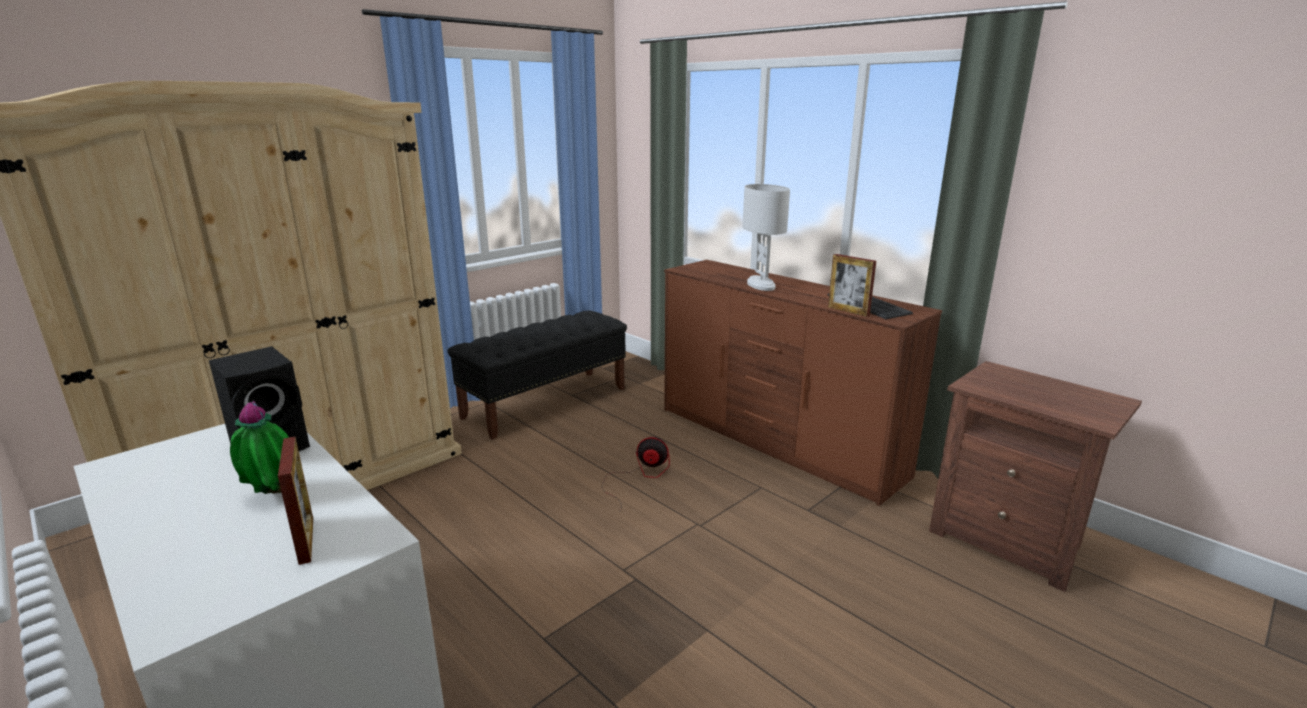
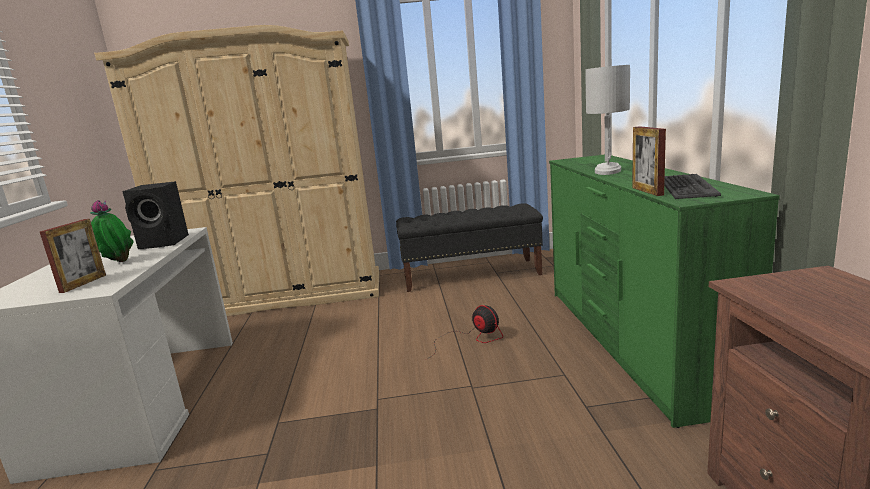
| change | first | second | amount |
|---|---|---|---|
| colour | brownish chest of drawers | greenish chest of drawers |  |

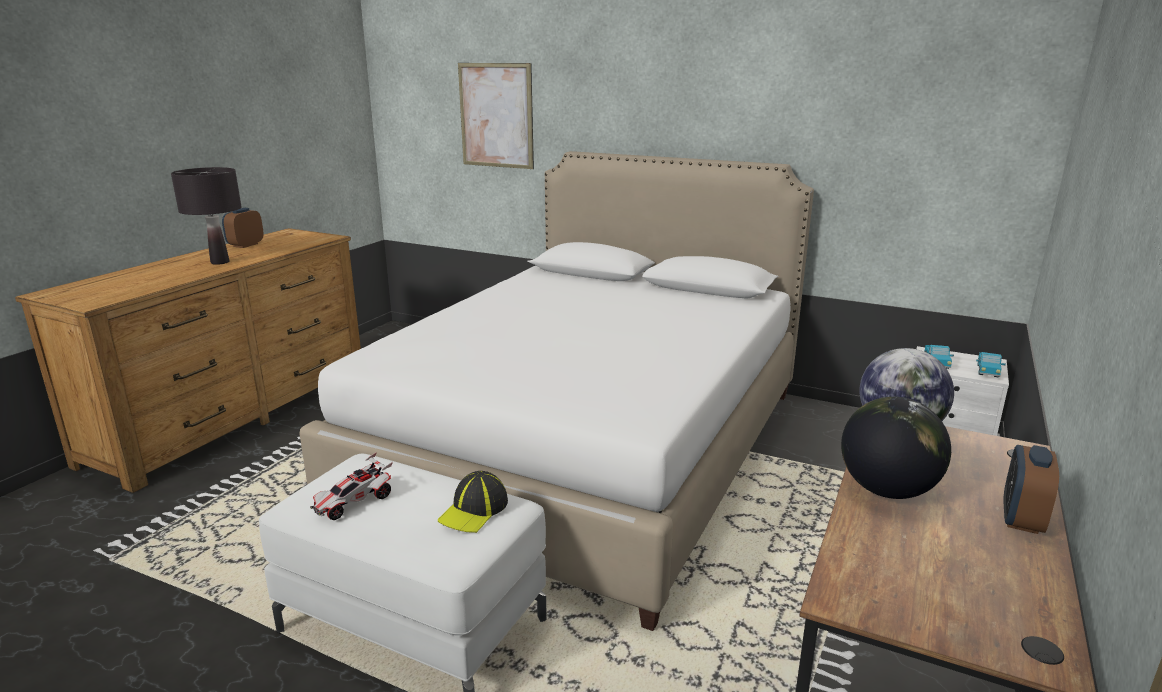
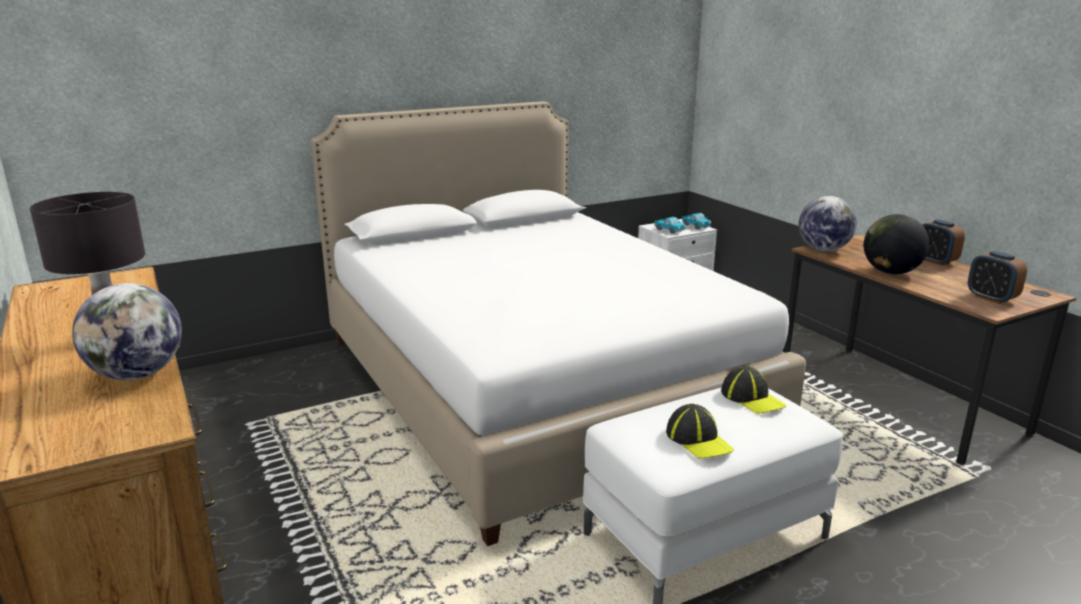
| change | first | second | amount |
|---|---|---|---|
| relocated | table clock (no. 1 from left in the first image) | table clock (no. 2 from left) |  |
| exchanged | toy car | cap (no. 1 from left) |  |
| missing | wall art |  |  |
| appeared |  | desk globe (no. 1 from left) |  |

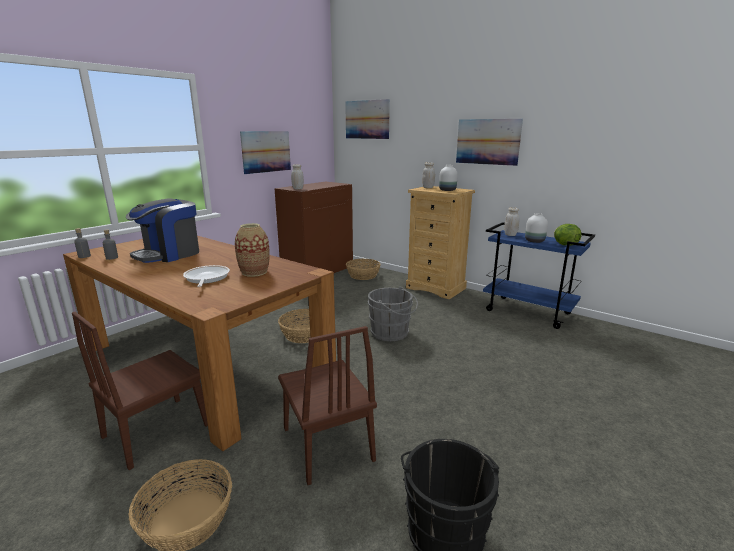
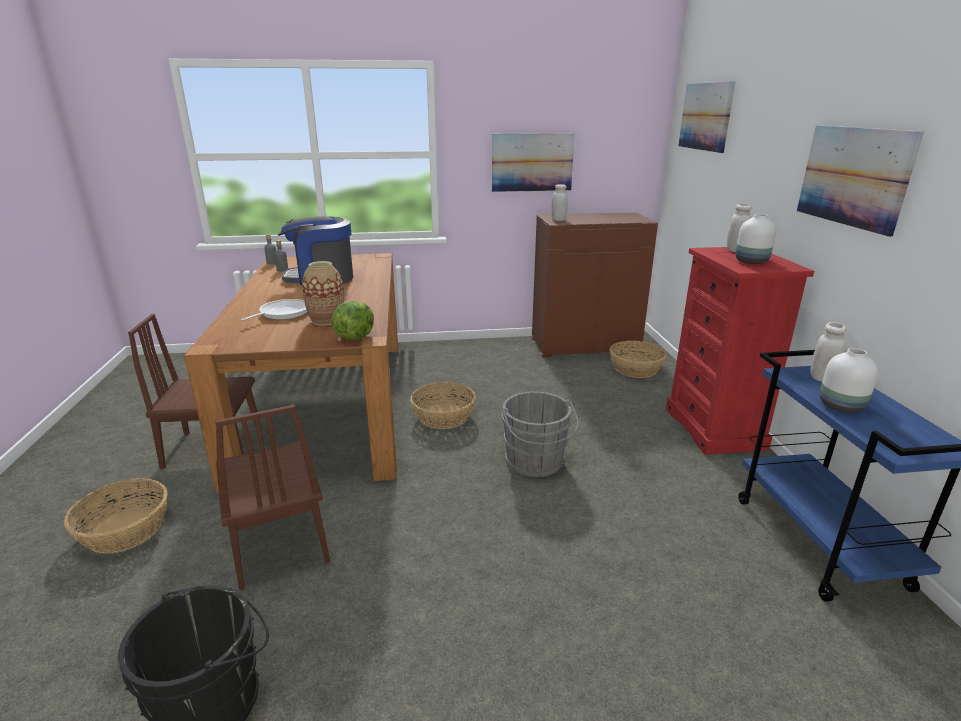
| change | first | second | amount |
|---|---|---|---|
| spun | brownish plain chair (no. 2 from left) |  | 45 degrees counterclockwise |
| colour | beige-coloured chest of drawers | reddish chest of drawers |  |
| relocated | head of lettuce |  |  |

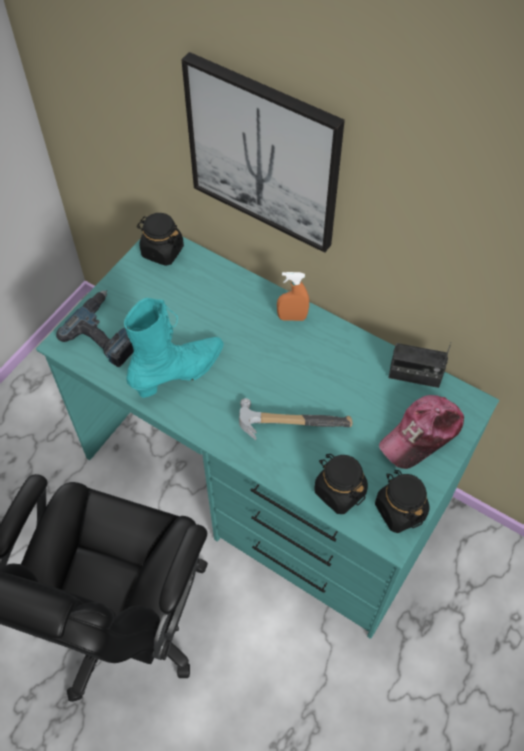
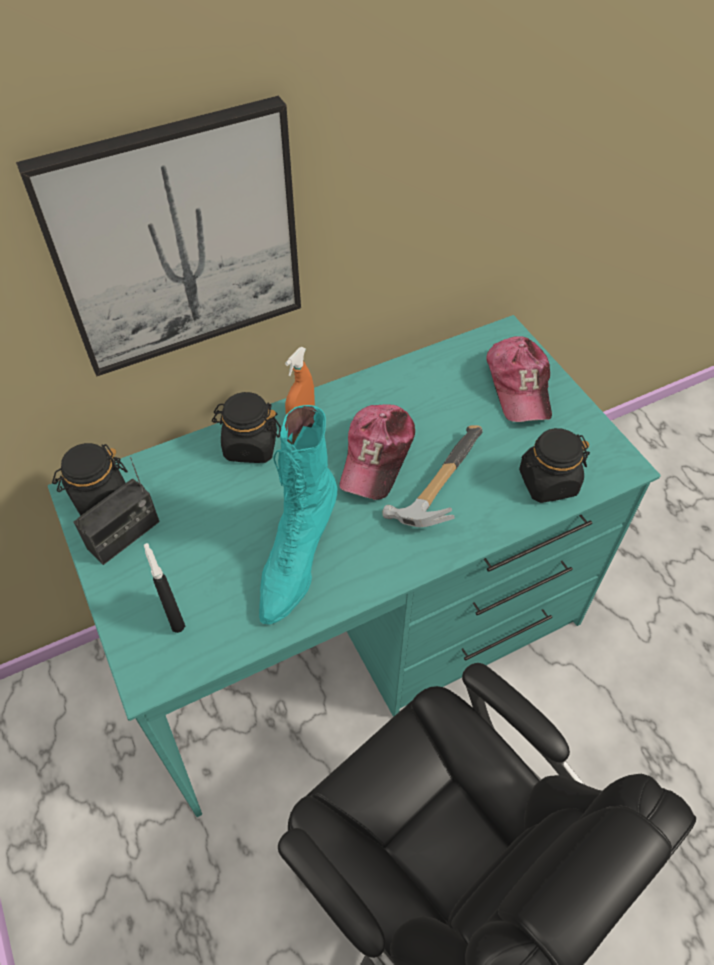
| change | first | second | amount |
|---|---|---|---|
| exchanged | drill | black-coloured spray bottle |  |
| spun | blue-green boot |  | 150 degrees counterclockwise |
| relocated | black-coloured storage jar (no. 3 from left in the first image) | black-coloured storage jar (no. 2 from left) |  |
| relocated | radio |  |  |
| appeared |  | cap (no. 1 from left) |  |

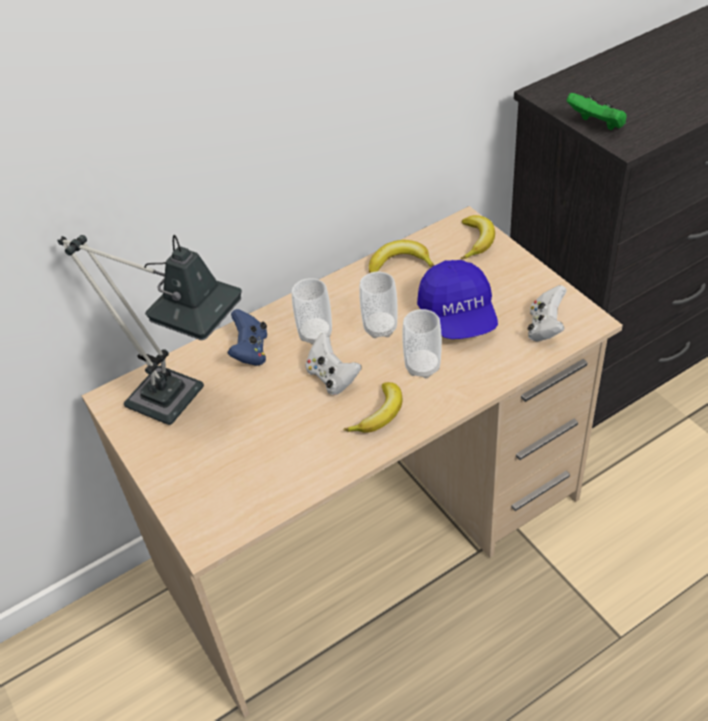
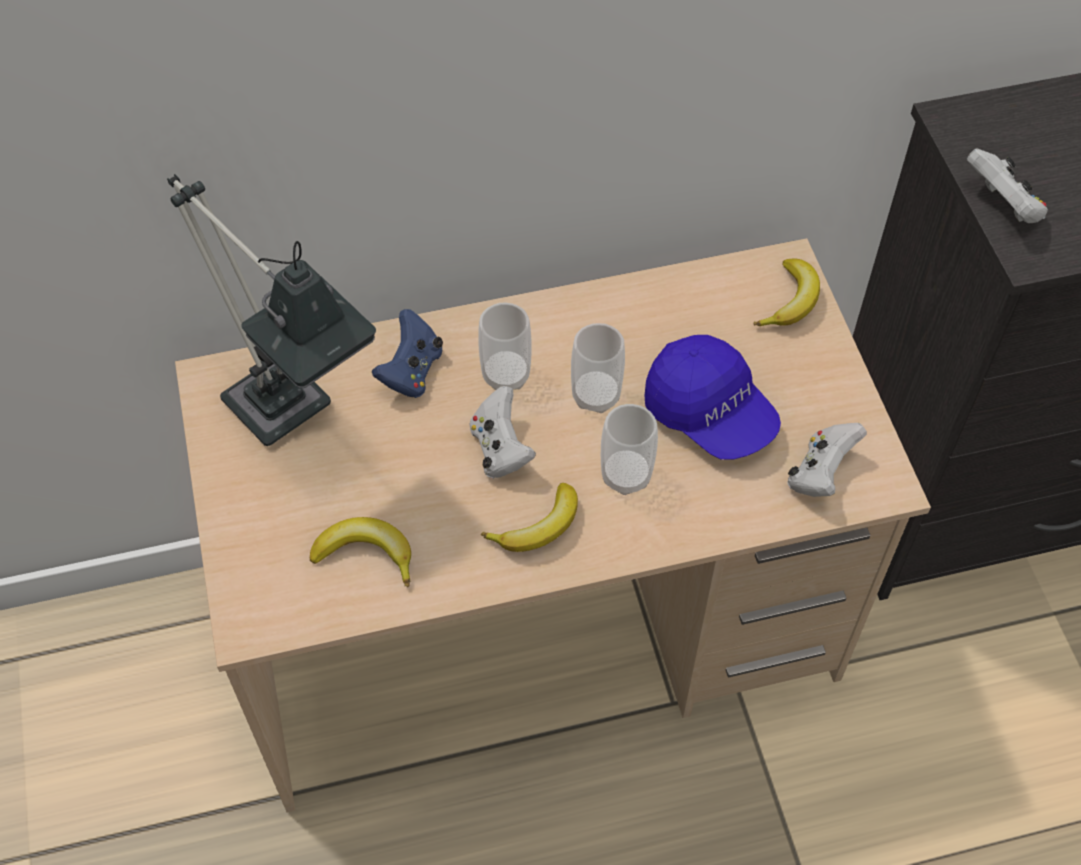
| change | first | second | amount |
|---|---|---|---|
| relocated | banana fruit (no. 2 from left in the first image) | banana fruit (no. 1 from left) |  |
| spun | bluish cap |  | 45 degrees counterclockwise |
| colour | greenish joypad | whitish joypad (no. 3 from left) |  |

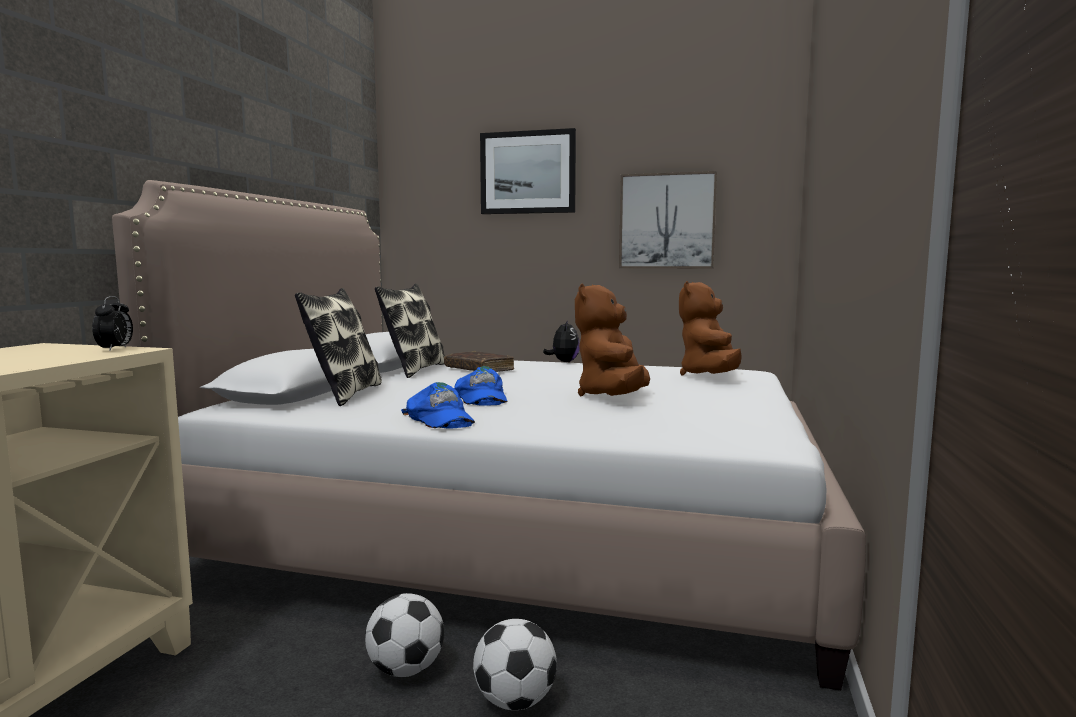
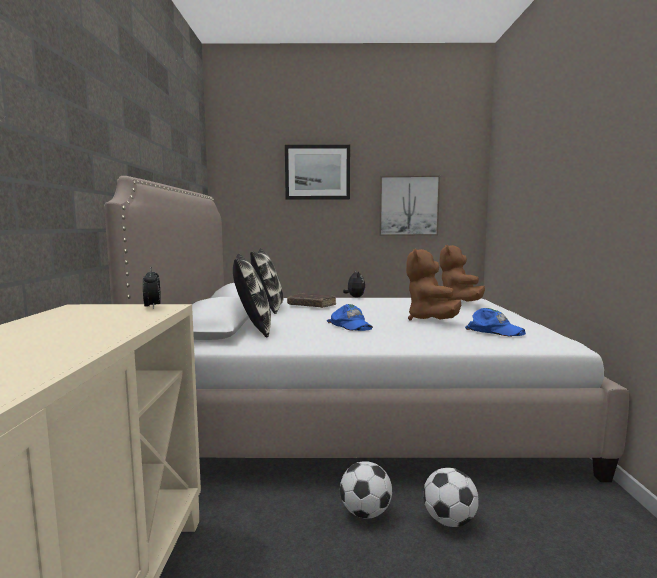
| change | first | second | amount |
|---|---|---|---|
| relocated | bluish cap (no. 1 from left in the first image) | bluish cap (no. 2 from left) |  |

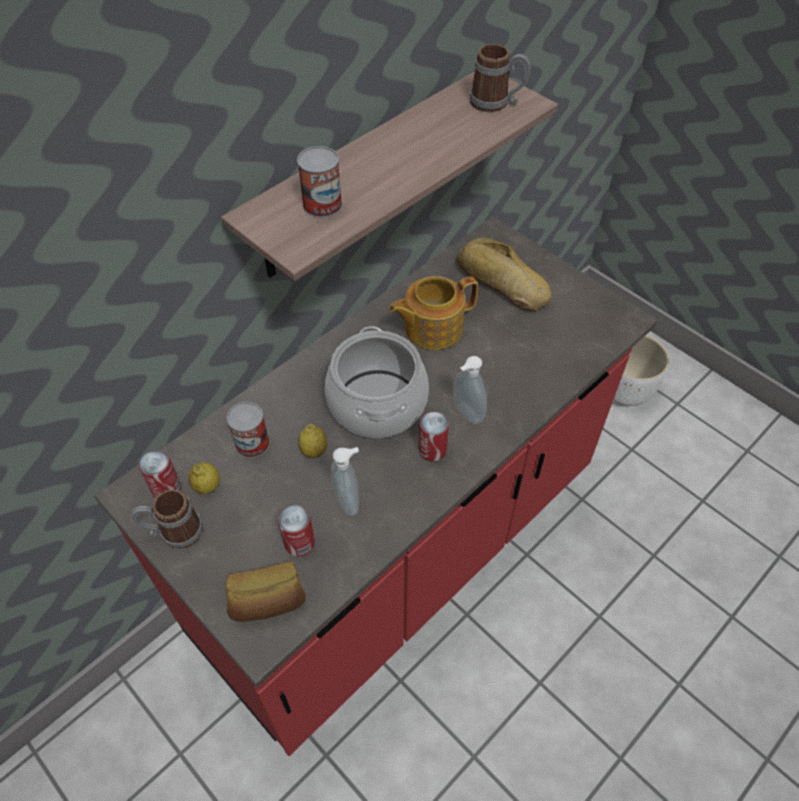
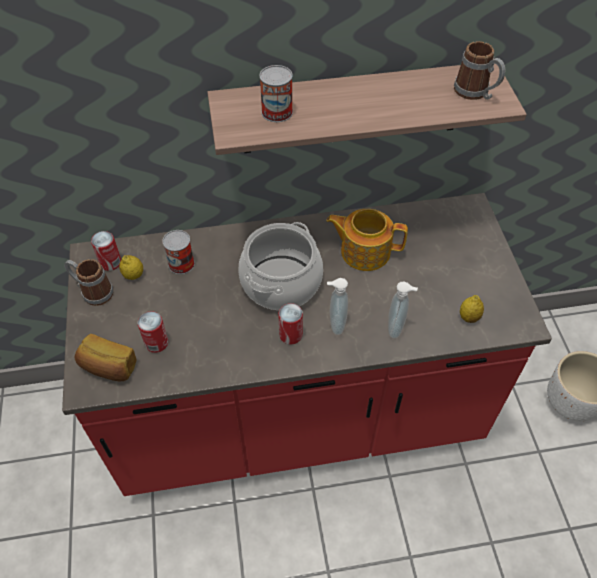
| change | first | second | amount |
|---|---|---|---|
| relocated | lemon (no. 2 from left) |  |  |
| relocated | soap bottle (no. 1 from left in the first image) | soap bottle (no. 2 from left) |  |
| missing | bread (no. 2 from left) |  |  |

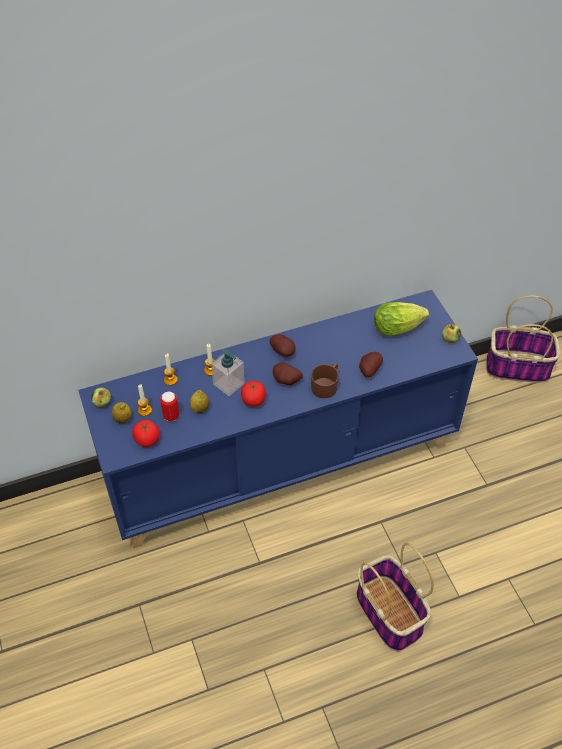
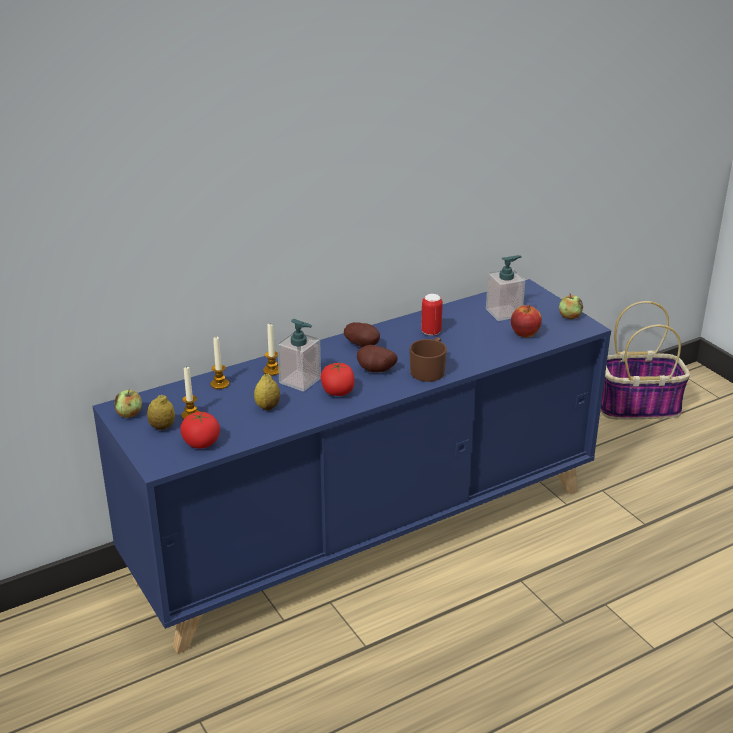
| change | first | second | amount |
|---|---|---|---|
| relocated | metal can |  |  |
| missing | basket (no. 1 from left) |  |  |
| missing | spud (no. 3 from left) |  |  |
| exchanged | head of lettuce | soap bottle (no. 2 from left) |  |
| appeared |  | whole apple (no. 2 from left) |  |

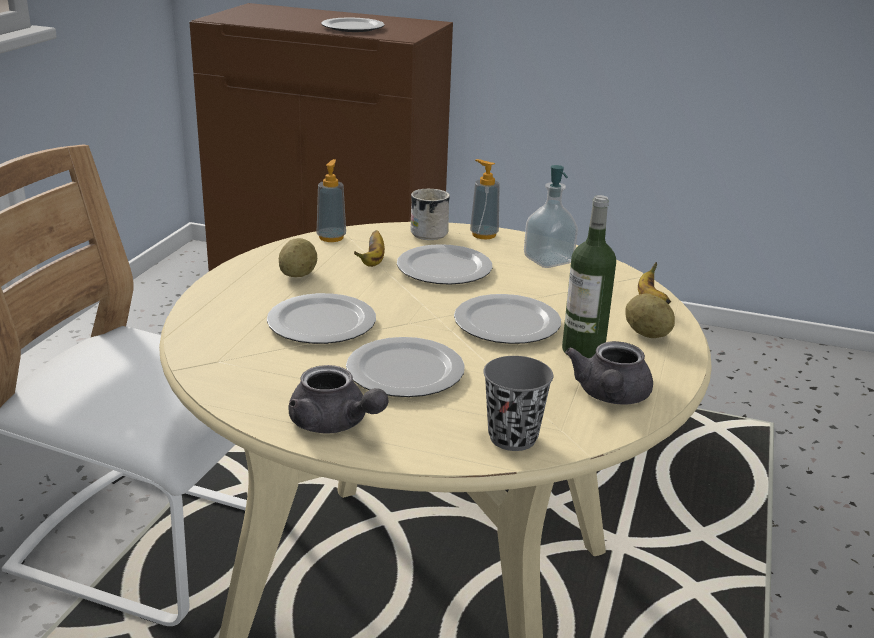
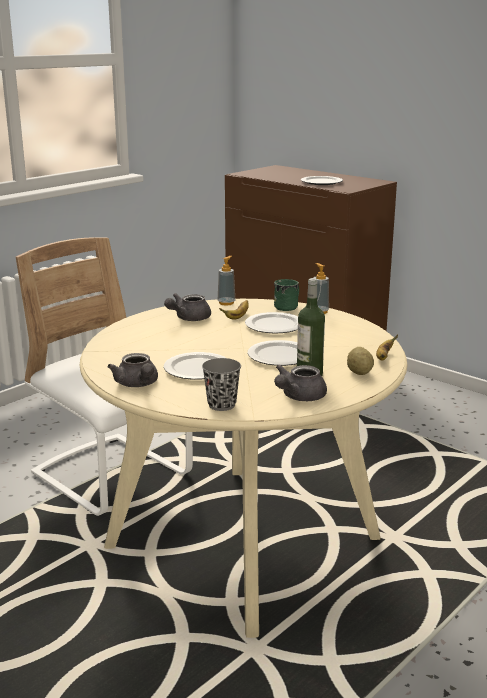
| change | first | second | amount |
|---|---|---|---|
| missing | flat dish (no. 1 from left) |  |  |
| exchanged | spud (no. 1 from left) | grey tea pot (no. 2 from left) |  |
| colour | whitish mug | greenish mug |  |
| missing | soap bottle (no. 3 from left) |  |  |

